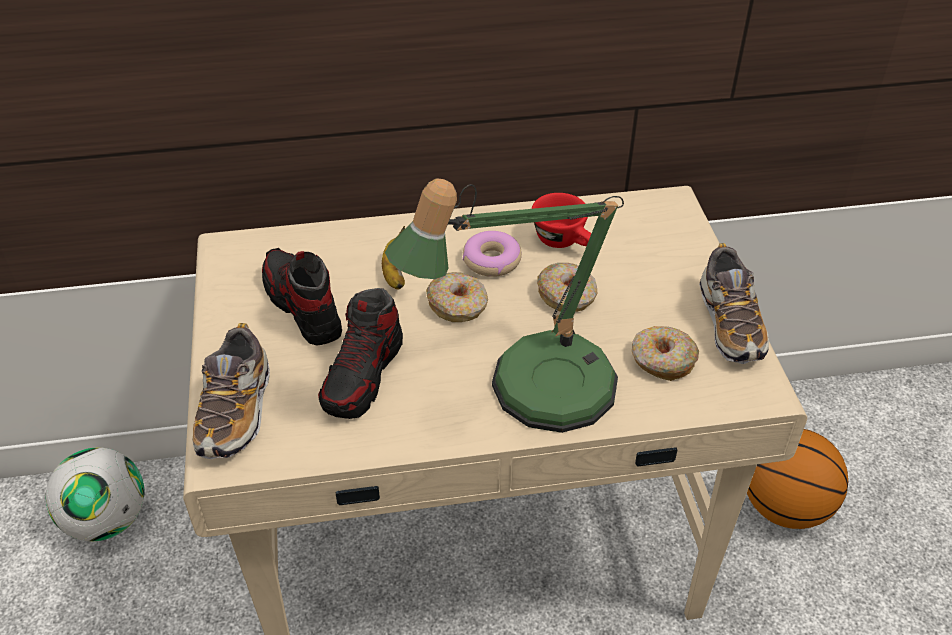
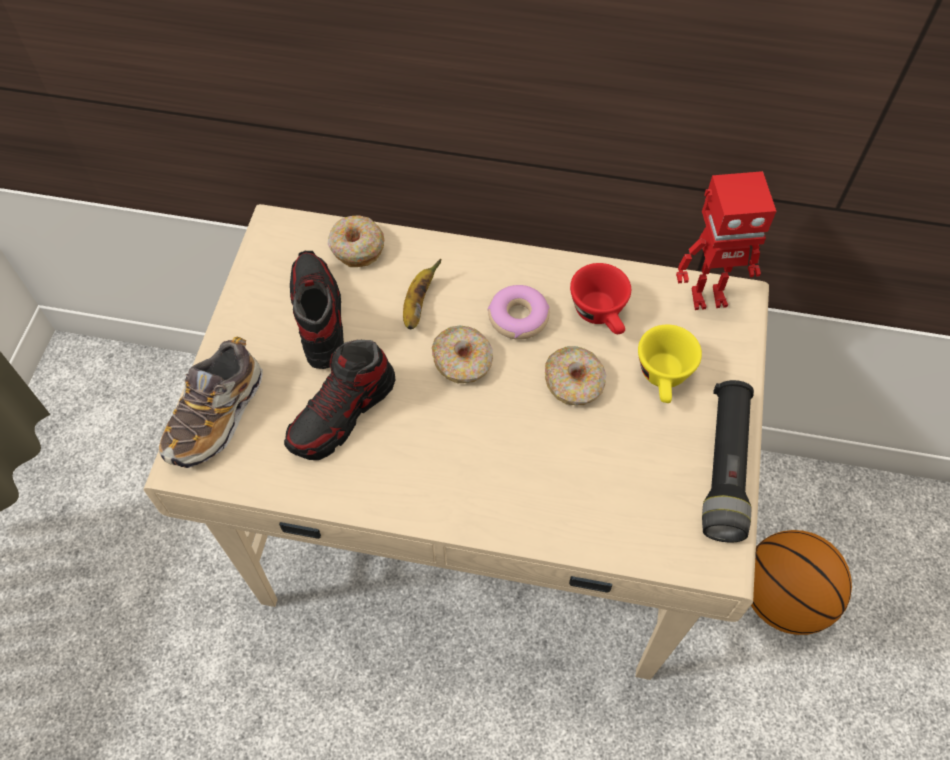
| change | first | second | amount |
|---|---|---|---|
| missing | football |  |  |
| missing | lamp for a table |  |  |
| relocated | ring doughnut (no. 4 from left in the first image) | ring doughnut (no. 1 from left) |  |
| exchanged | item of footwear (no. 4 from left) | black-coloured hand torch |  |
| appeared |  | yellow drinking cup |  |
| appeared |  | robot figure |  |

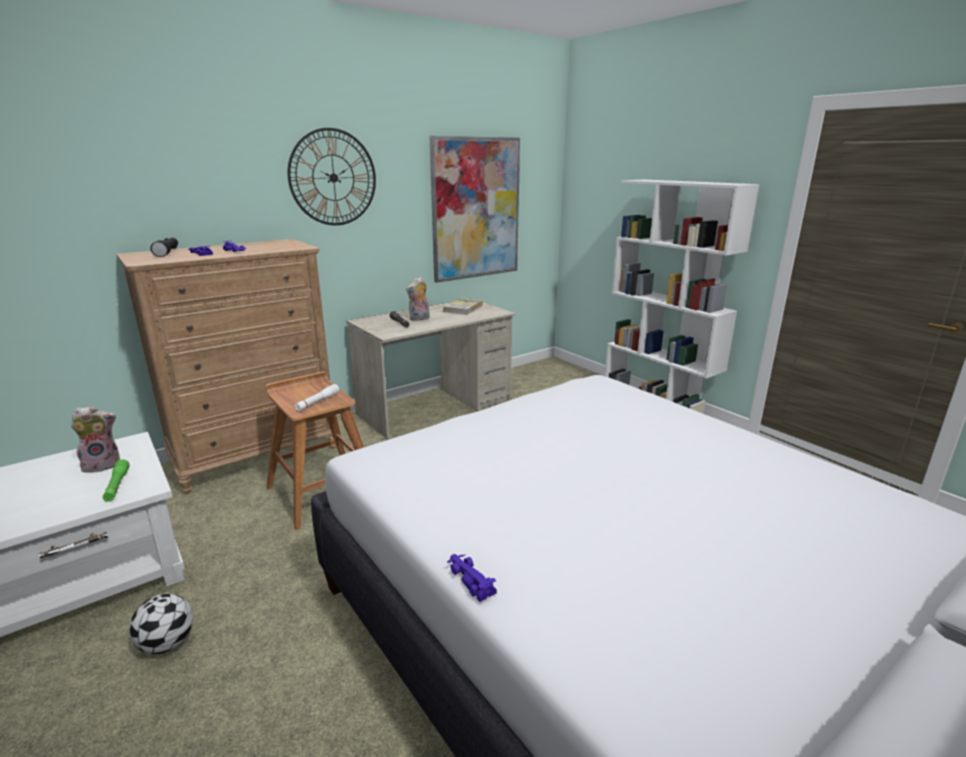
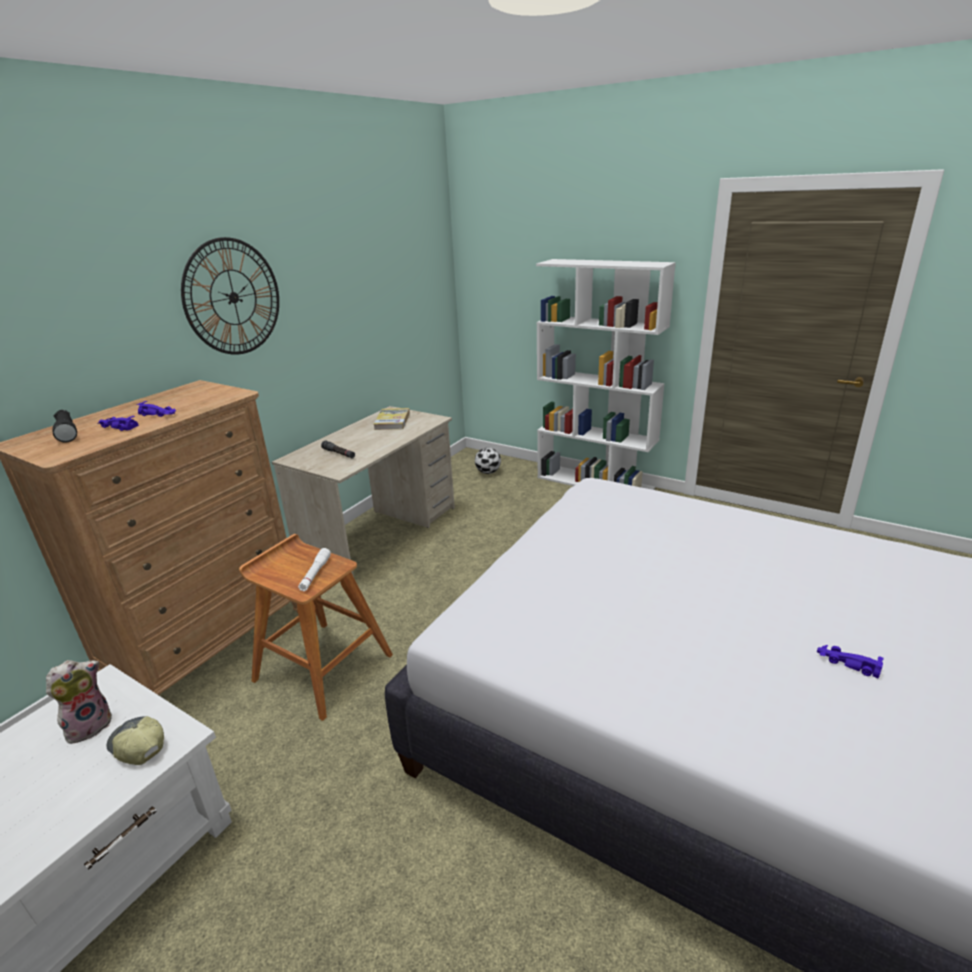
| change | first | second | amount |
|---|---|---|---|
| exchanged | greenish hand torch | cap |  |
| relocated | football |  |  |
| missing | plush toy (no. 2 from left) |  |  |
| missing | wall art |  |  |
| relocated | purple toy car (no. 3 from left) |  |  |

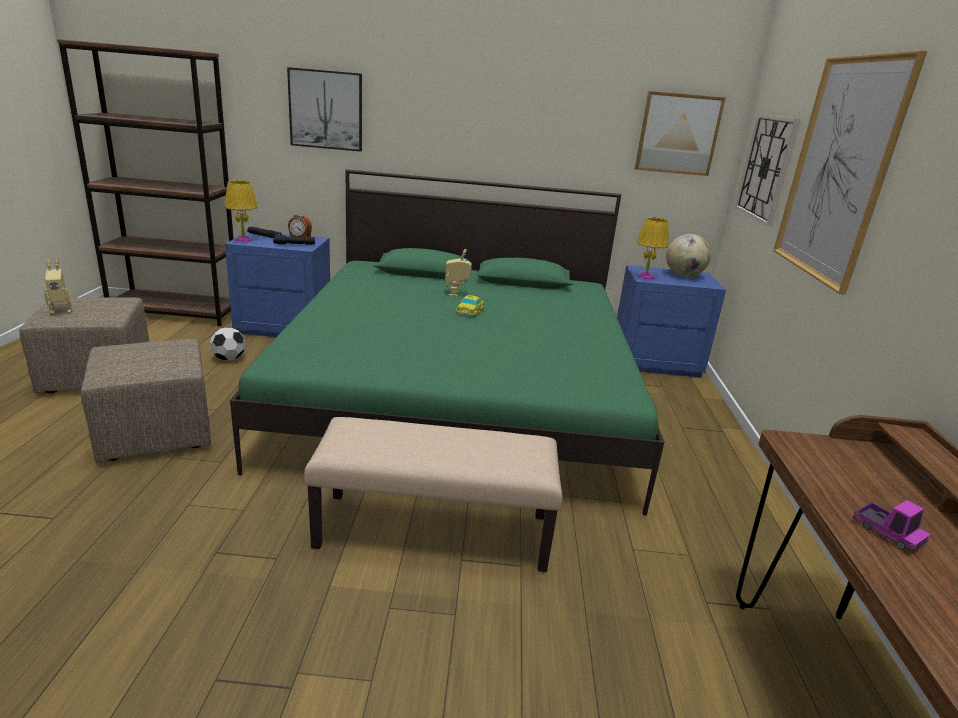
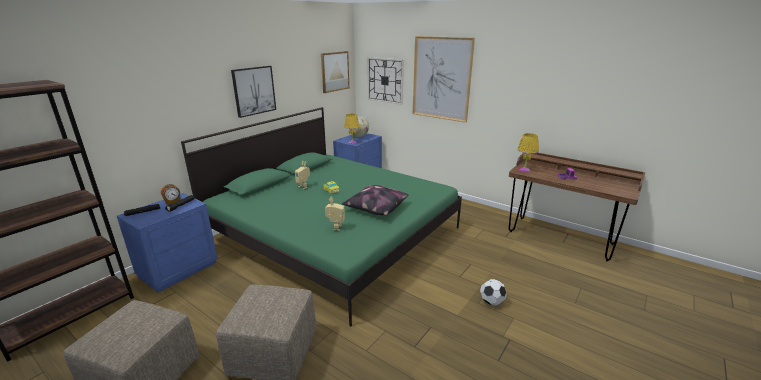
| change | first | second | amount |
|---|---|---|---|
| relocated | robot figure (no. 1 from left in the first image) | robot figure (no. 2 from left) |  |
| relocated | football |  |  |
| relocated | yellow lamp for a table (no. 1 from left in the first image) | yellow lamp for a table (no. 2 from left) |  |
| relocated | wall art (no. 1 from left) |  |  |
| missing | beige-coloured bench |  |  |
| appeared |  | throw pillow |  |

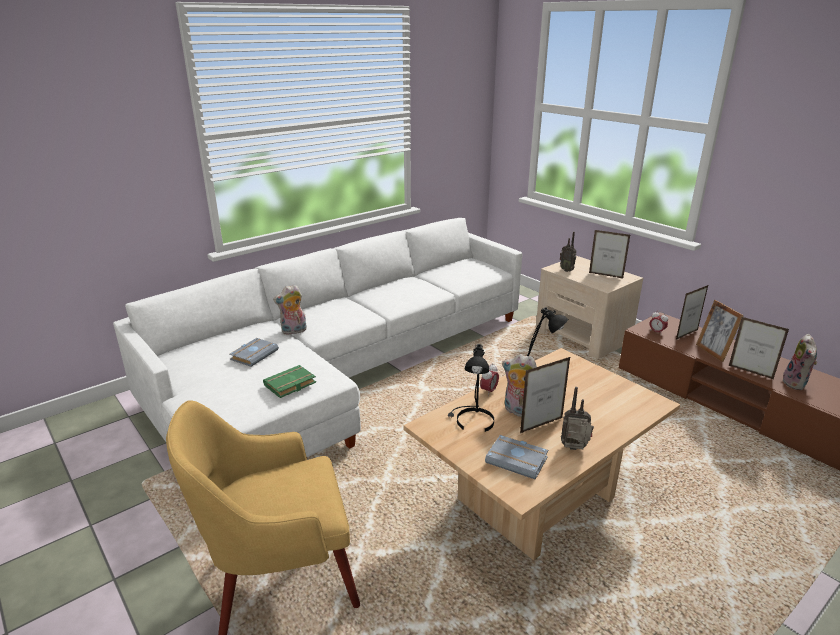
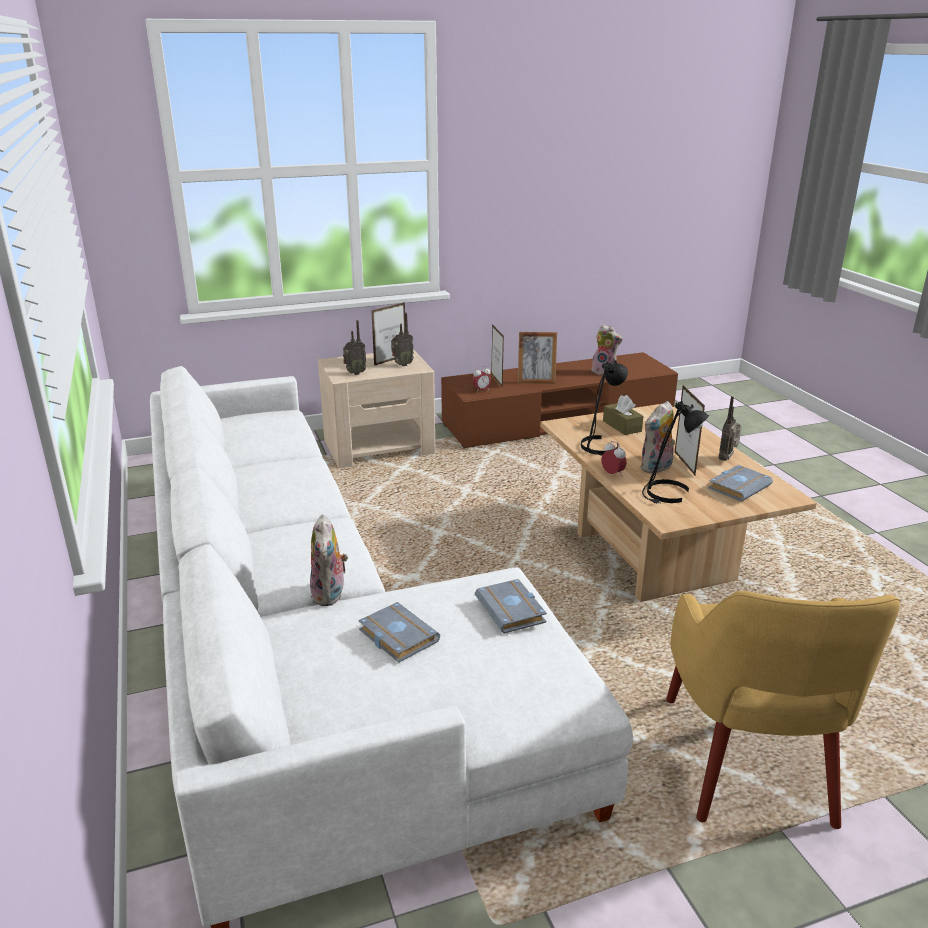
| change | first | second | amount |
|---|---|---|---|
| colour | greenish book | grey book (no. 2 from left) |  |
| missing | photo frame (no. 5 from left) |  |  |
| appeared |  | radio (no. 2 from left) |  |
| appeared |  | brownish tissue holder |  |

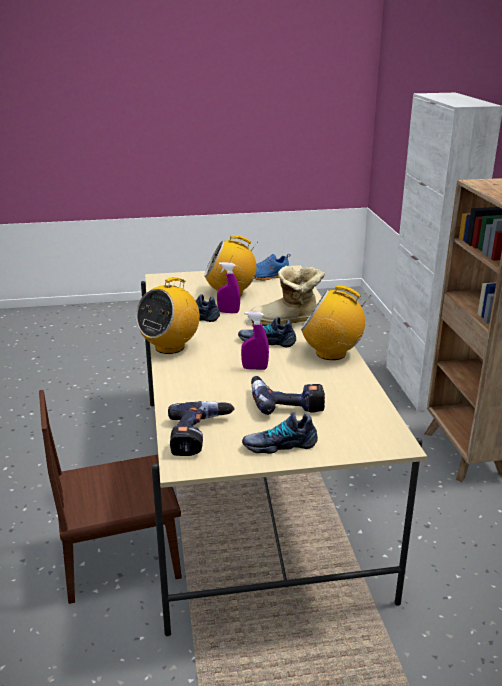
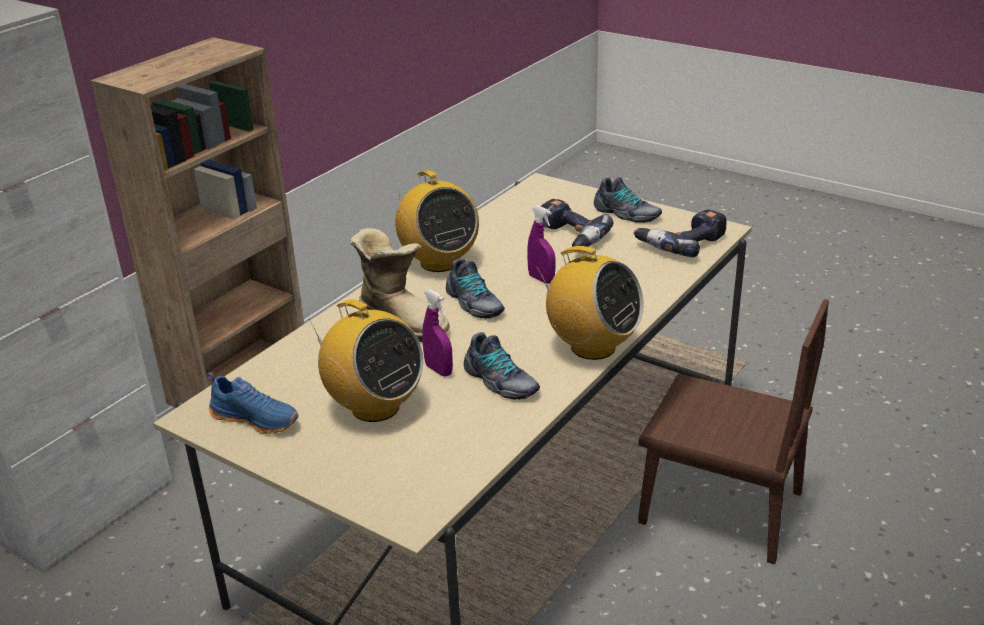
| change | first | second | amount |
|---|---|---|---|
| spun | radio (no. 1 from left in the first image) | radio (no. 3 from left) | 45 degrees clockwise |

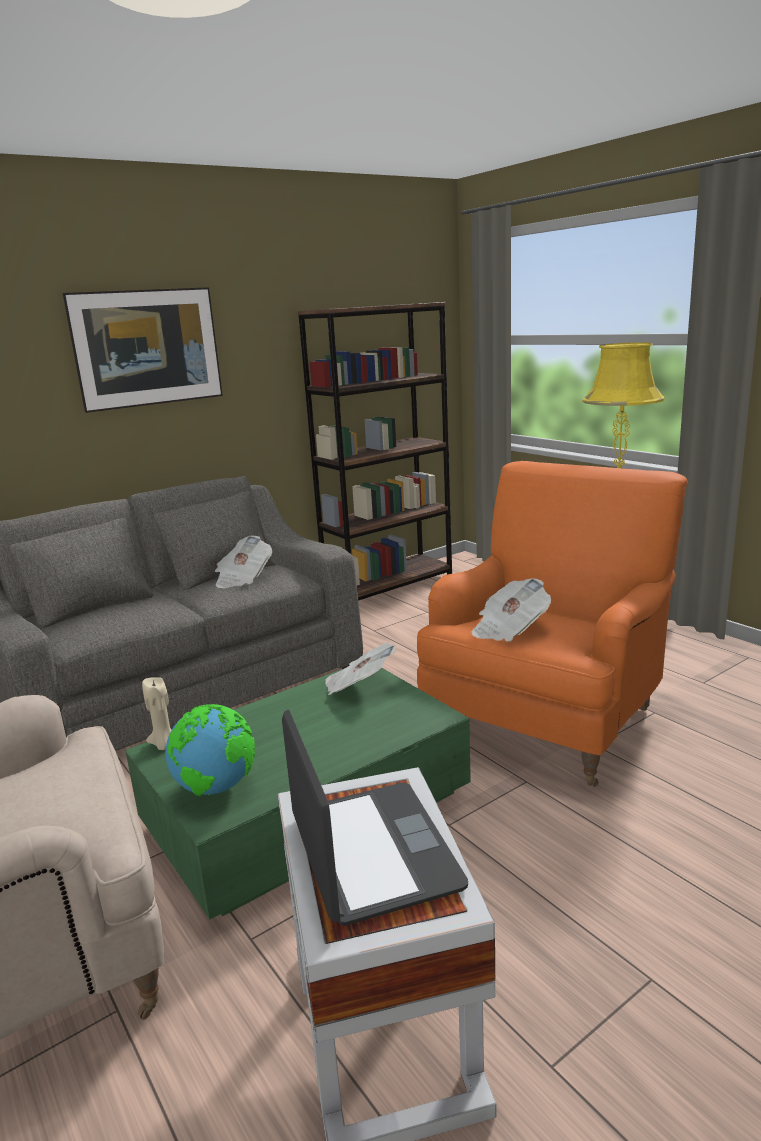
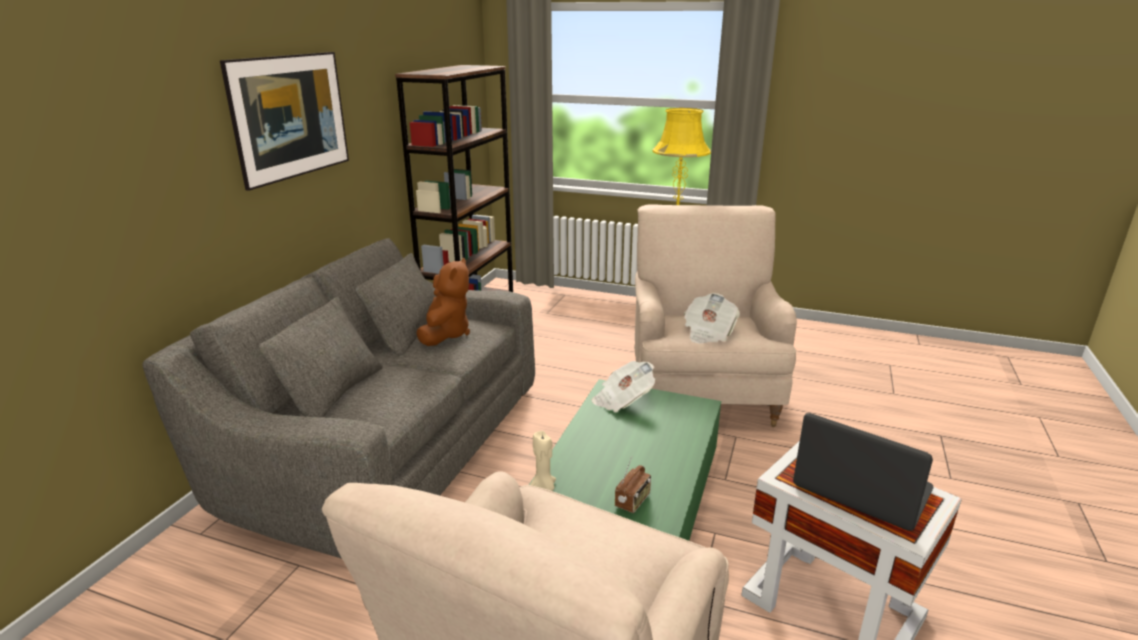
| change | first | second | amount |
|---|---|---|---|
| exchanged | desk globe | radio |  |
| exchanged | daily paper (no. 1 from left) | brownish plush toy |  |
| colour | orange armchair | beige-coloured armchair (no. 2 from left) |  |

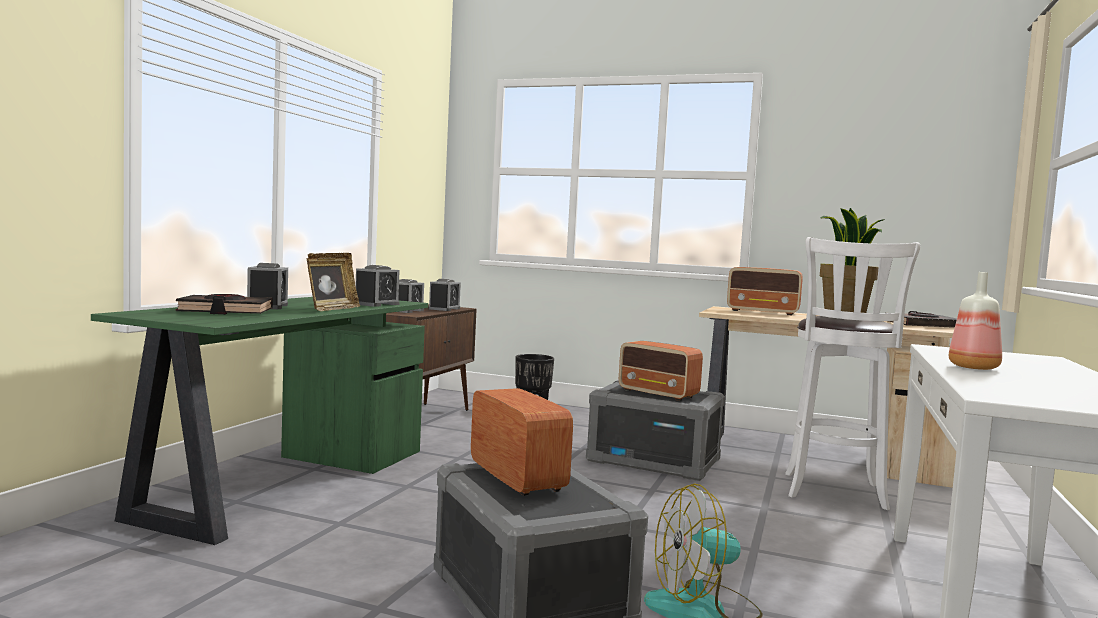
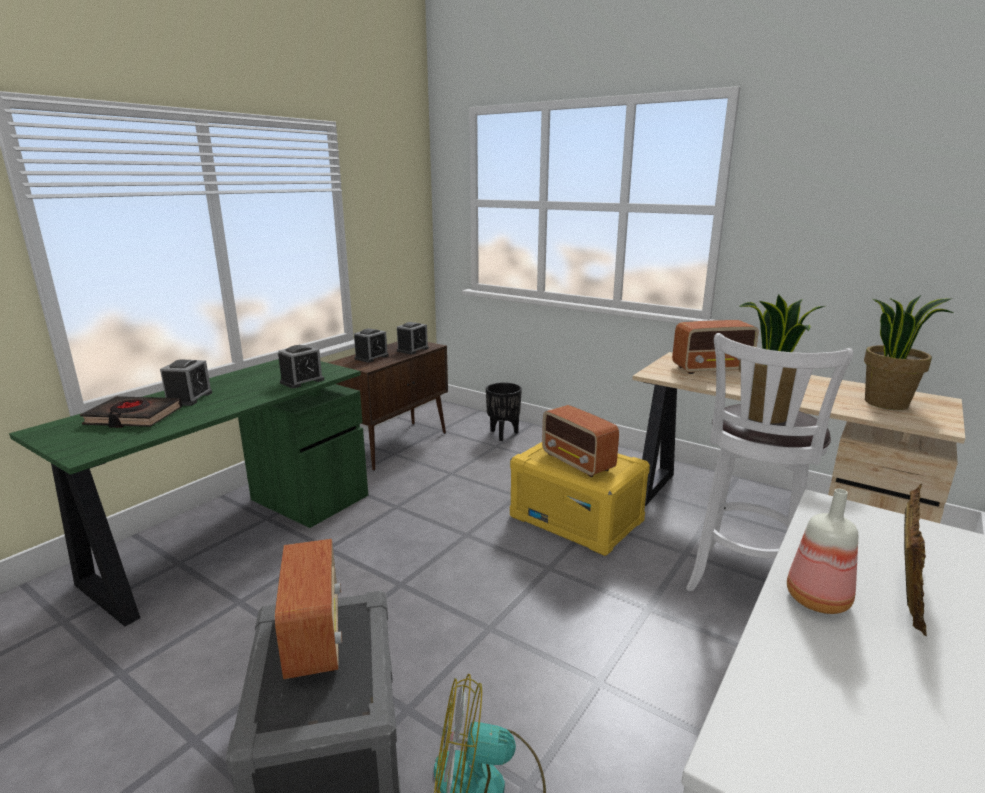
| change | first | second | amount |
|---|---|---|---|
| relocated | photo frame |  |  |
| colour | grey storage box (no. 2 from left) | yellow storage box |  |
| spun | radio (no. 3 from left) |  | 45 degrees counterclockwise |
| exchanged | black-coloured book (no. 2 from left) | houseplant (no. 2 from left) |  |

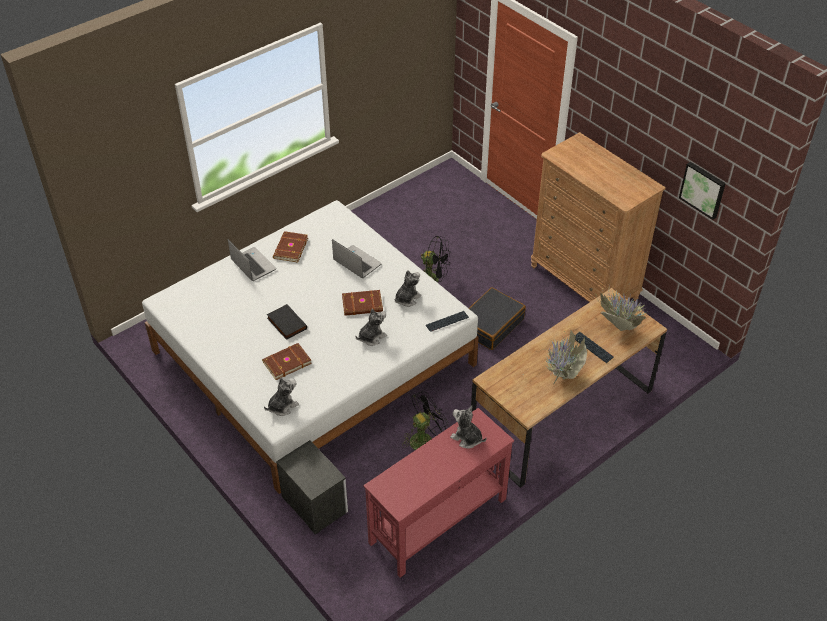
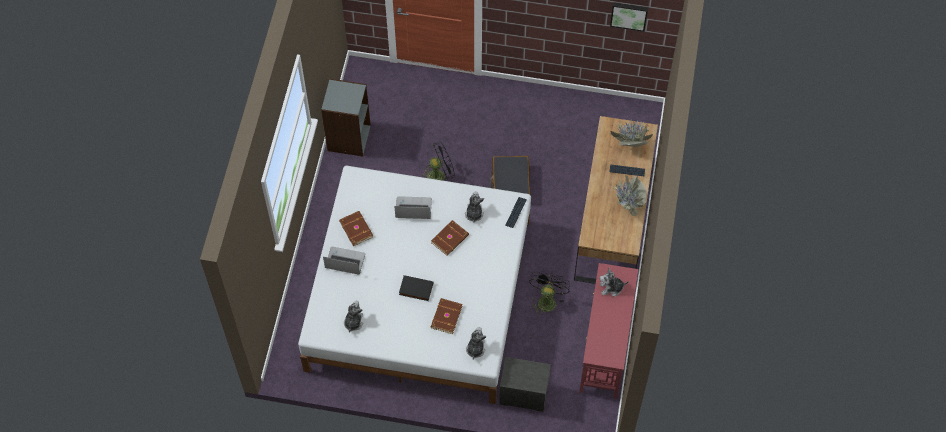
| change | first | second | amount |
|---|---|---|---|
| relocated | plush toy (no. 2 from left in the first image) | plush toy (no. 1 from left) |  |
| missing | brownish chest of drawers |  |  |
| appeared |  | grey shelving unit |  |

